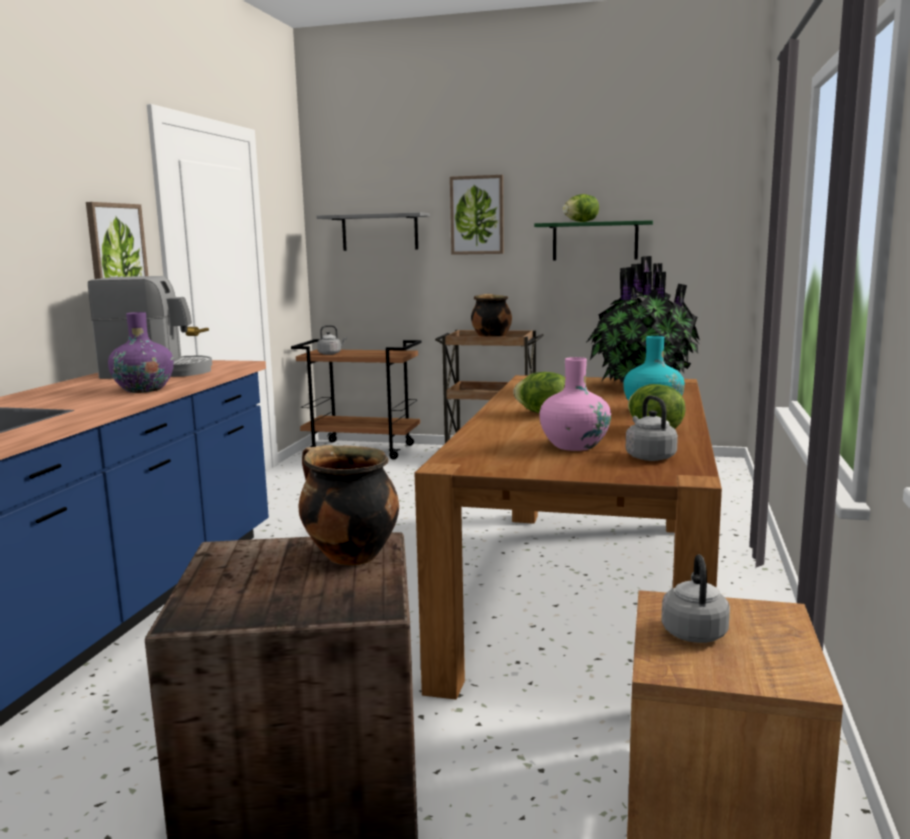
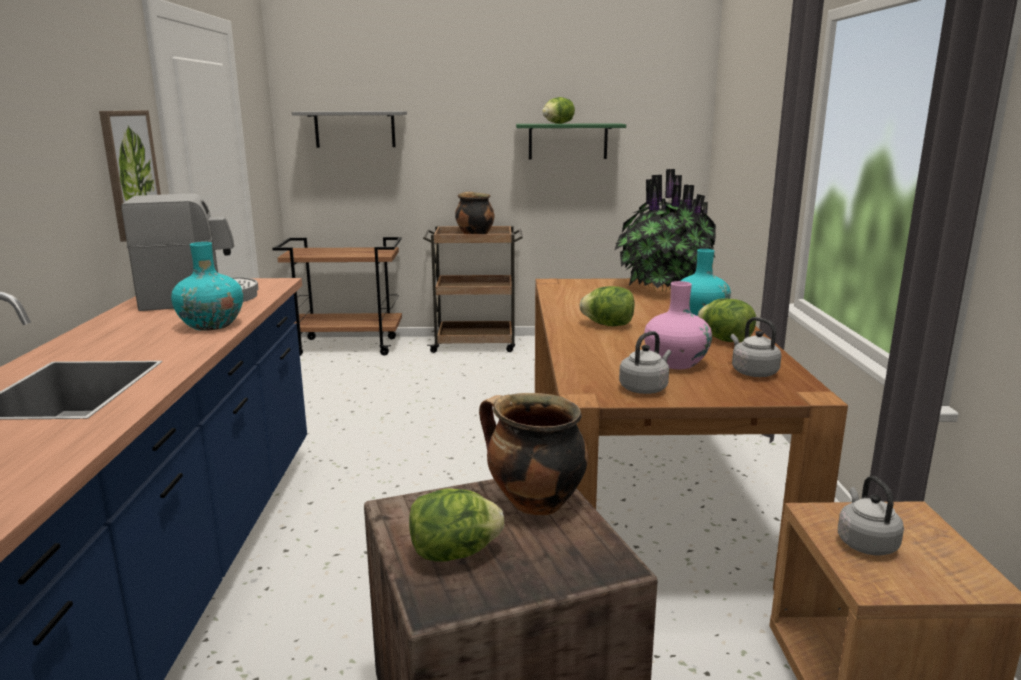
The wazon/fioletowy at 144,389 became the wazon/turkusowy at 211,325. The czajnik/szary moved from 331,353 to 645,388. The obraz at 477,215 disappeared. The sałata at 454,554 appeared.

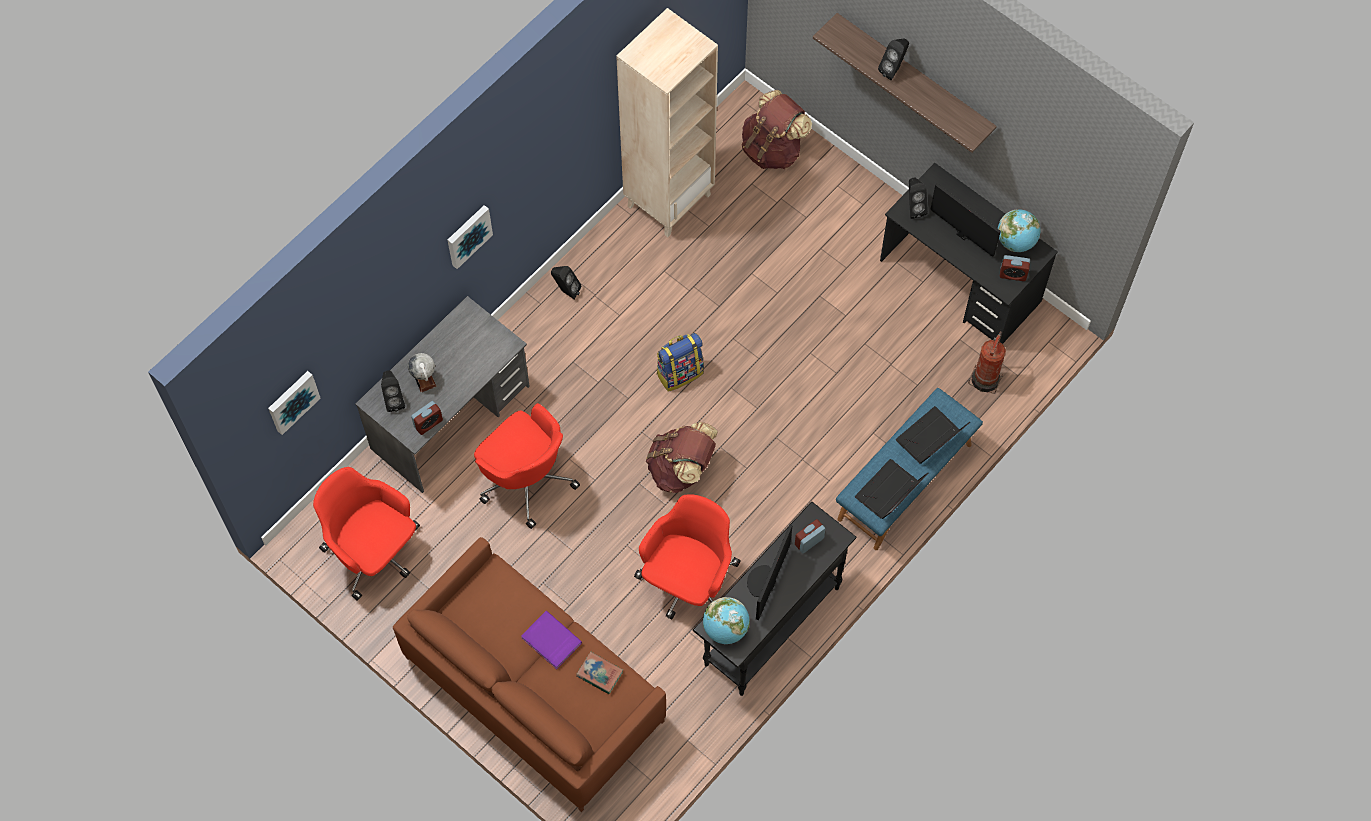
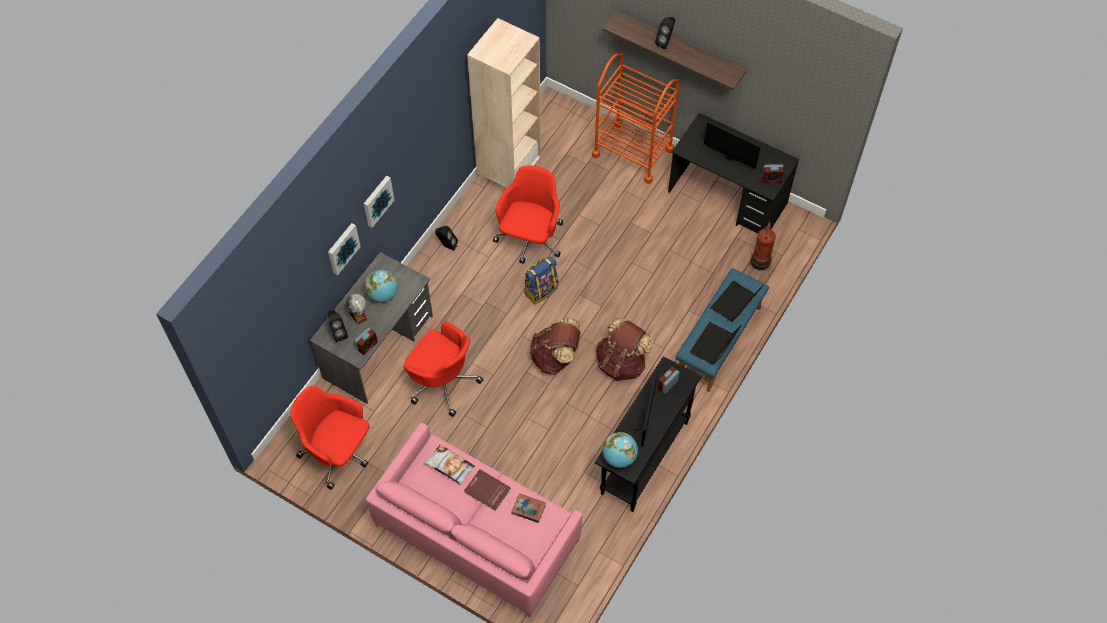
The obraz moved from 292,401 to 342,248. The kanapa/brązowy at 534,688 became the kanapa/różowy at 477,532. The książka/fioletowy at 550,641 became the książka/czerwony at 487,491. The krzesło biurowe/czerwony moved from 688,581 to 530,239. The plecak/brązowy moved from 773,149 to 621,363. The głośnik/czarny at 913,208 disappeared. The globus moved from 1016,241 to 383,294. The poduszka at 449,466 appeared. The wózek/pomarańczowy at 632,152 appeared.

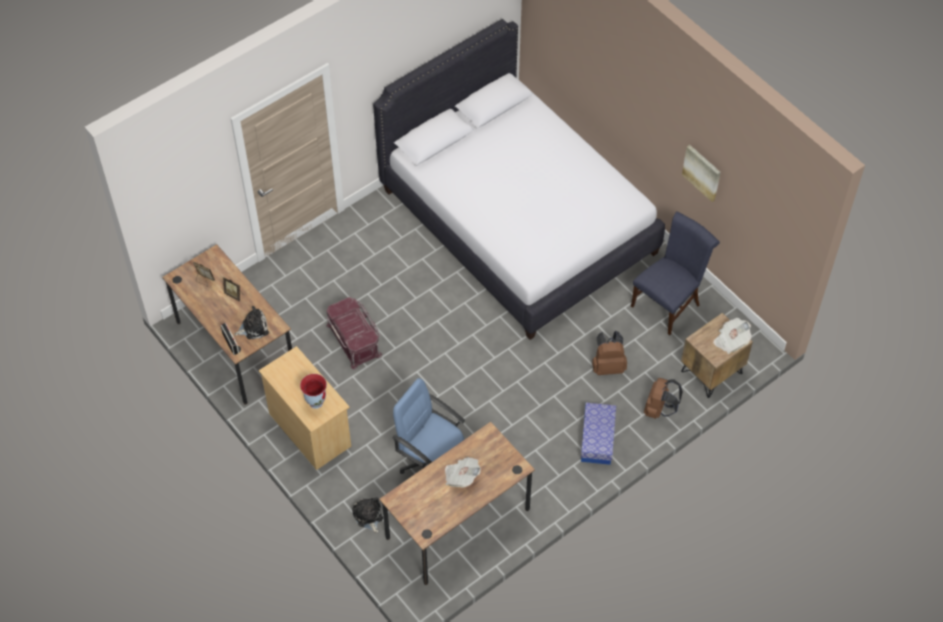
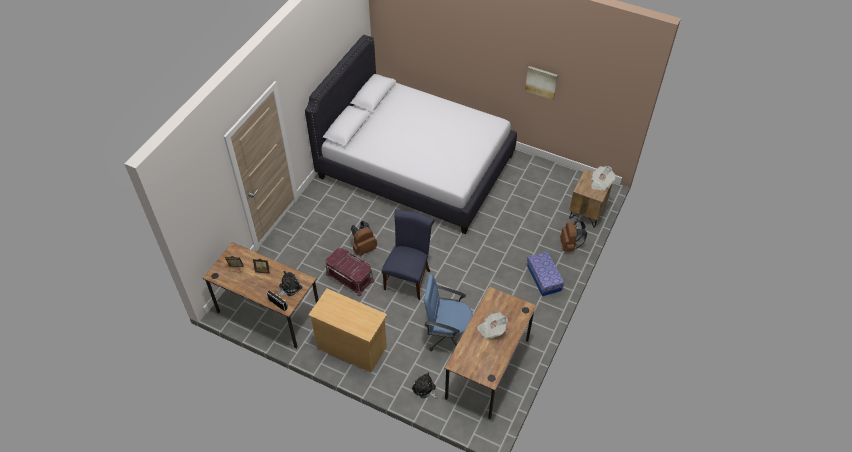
The wazon at 316,402 disappeared. The plecak/brązowy moved from 608,366 to 364,248. The krzesło/niebieski moved from 668,303 to 408,277.

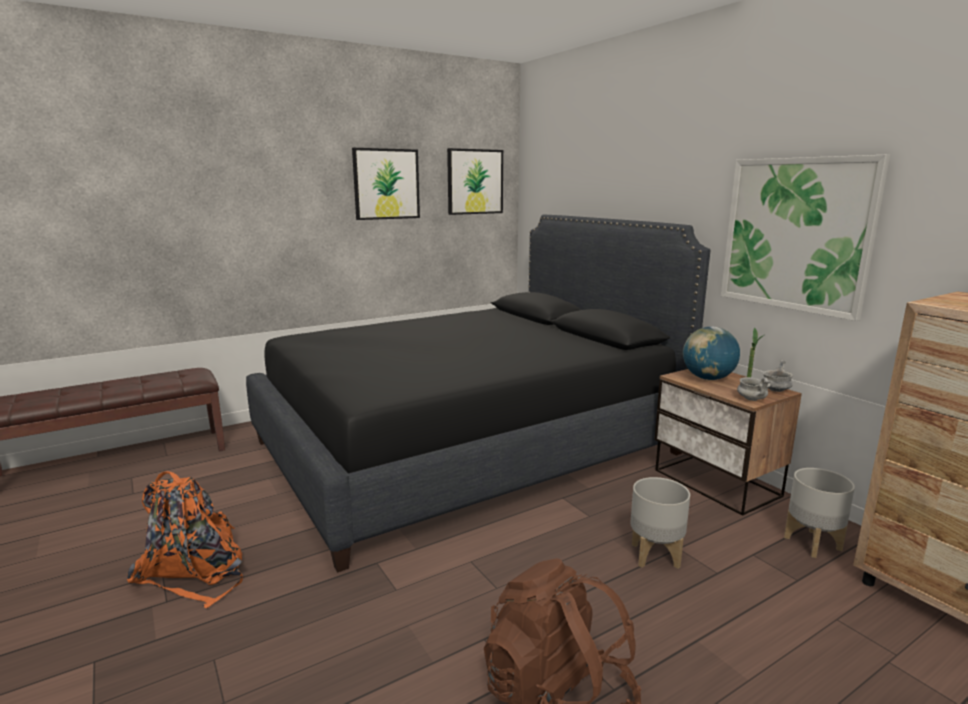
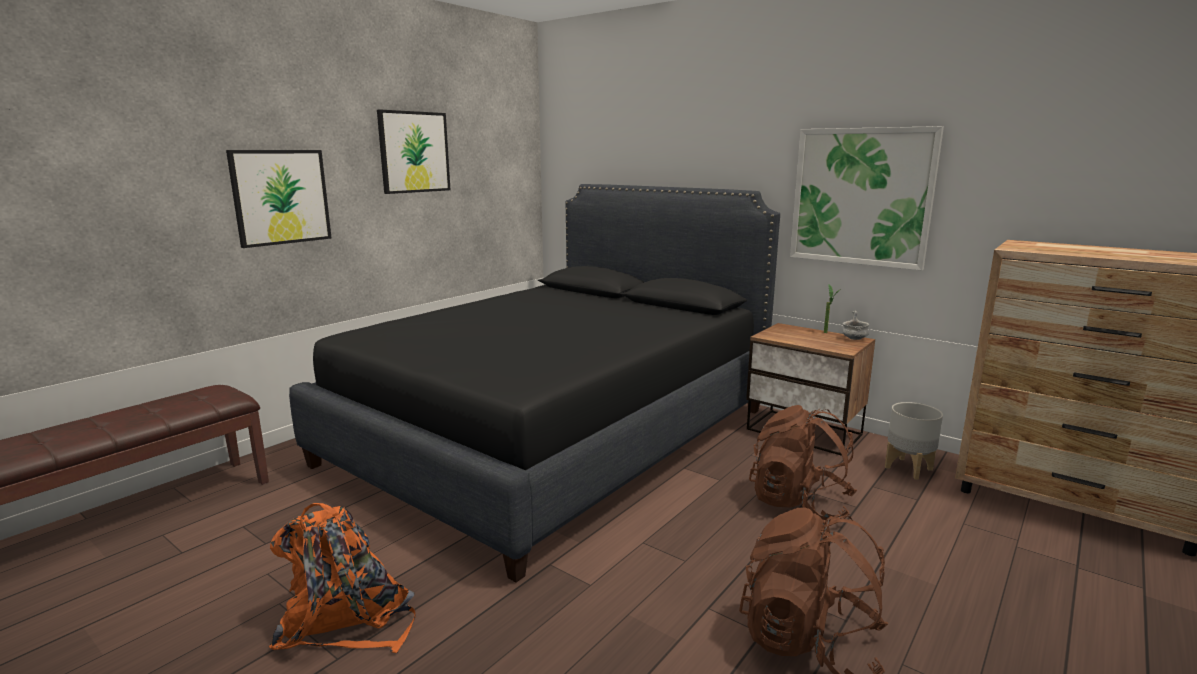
The obraz moved from 475,182 to 281,197. The donica/szary at 655,556 was replaced by the plecak/brązowy at 799,503. The globus at 708,378 disappeared. The miska/szary at 752,399 disappeared.

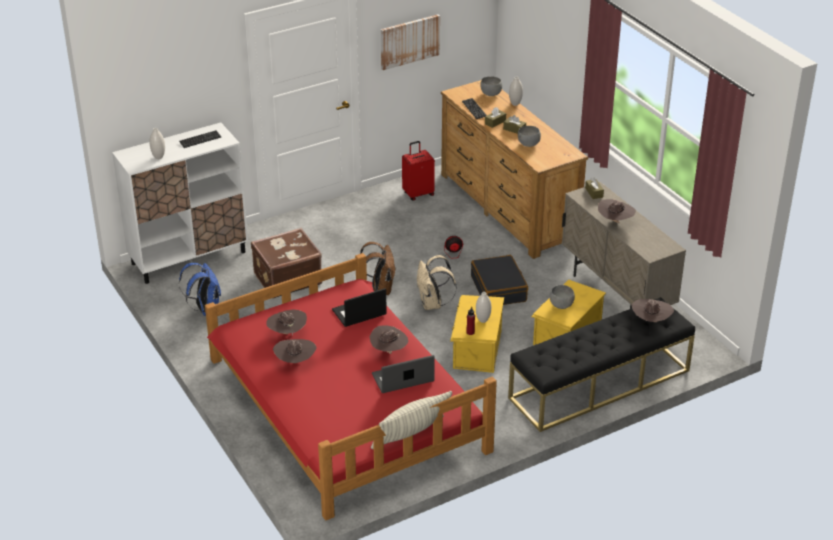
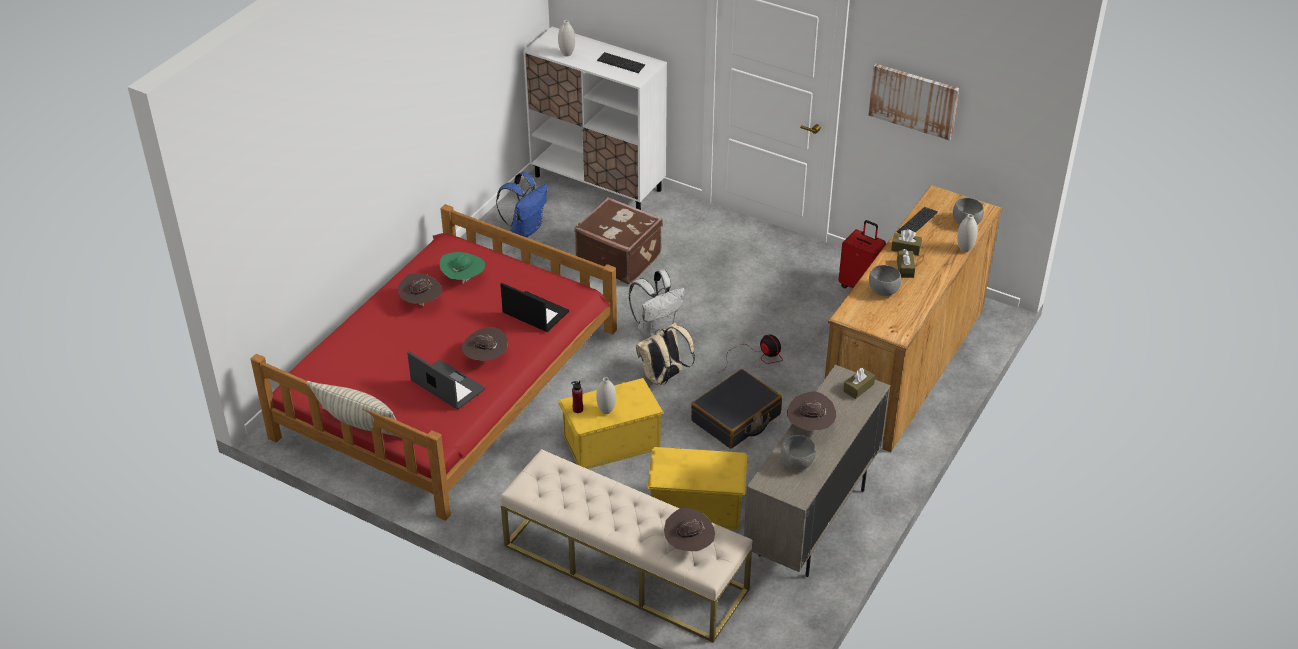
The kapelusz/brązowy at 287,333 became the kapelusz/zielony at 463,279. The plecak/brązowy at 380,289 became the plecak/biały at 656,329. The ławka/czarny at 599,384 became the ławka/beżowy at 624,567. The miska/szary moved from 561,305 to 797,463.

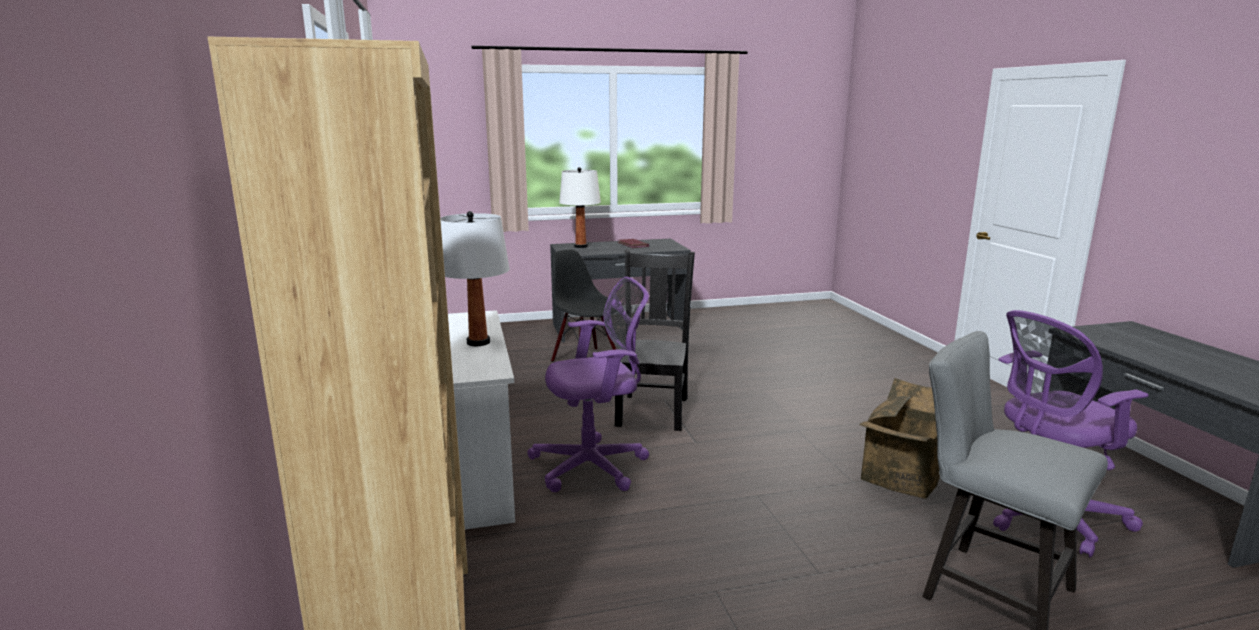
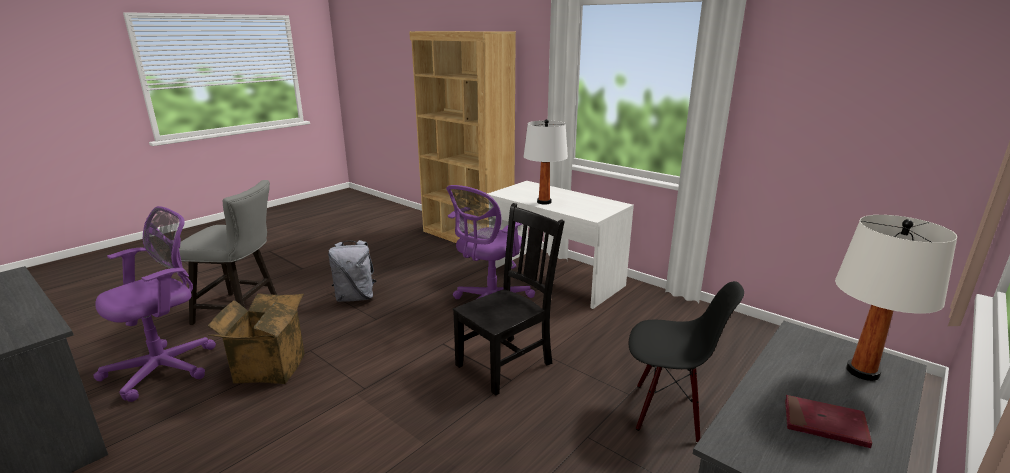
The krzesło/czarny at 653,410 turned 105 degrees counterclockwise. The plecak/szary at 355,297 appeared.

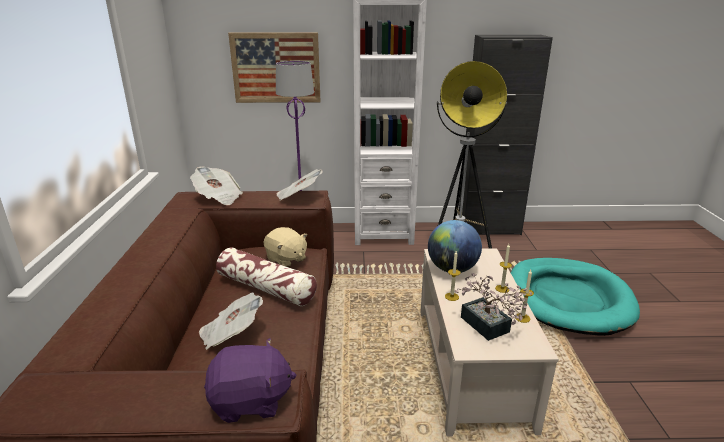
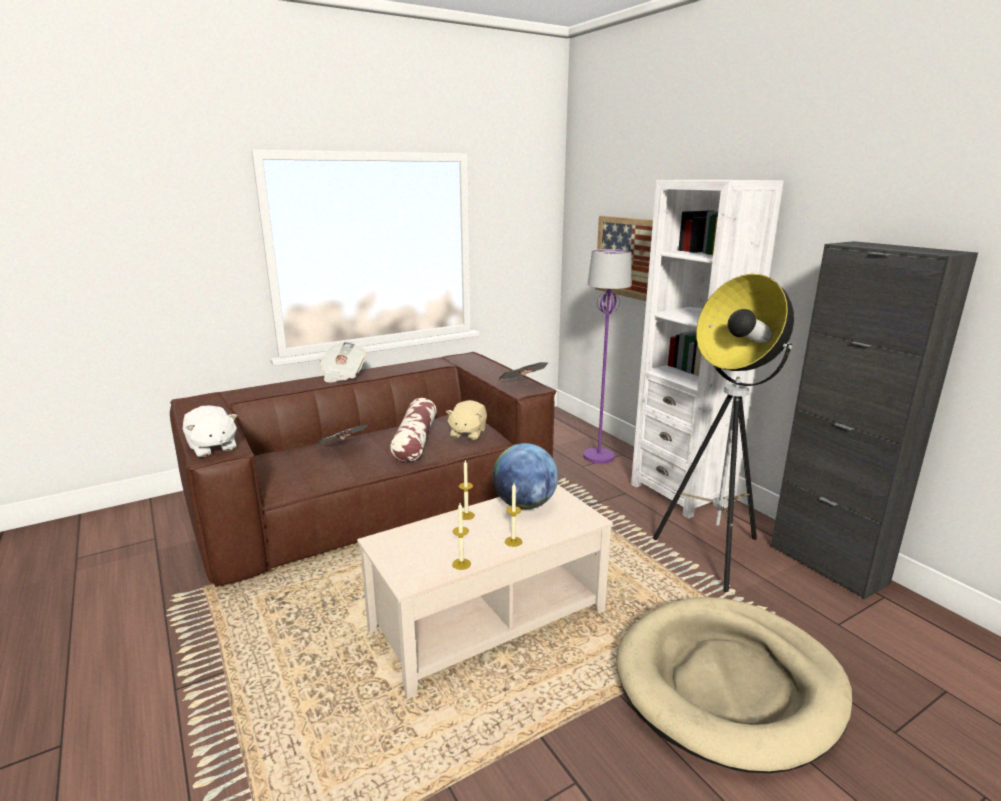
The gazeta moved from 218,197 to 342,375. The pluszak/fioletowy at 251,401 became the pluszak/biały at 212,448. The roślina doniczkowa at 488,328 disappeared. The legowisko/turkusowy at 568,299 became the legowisko/beżowy at 728,683.

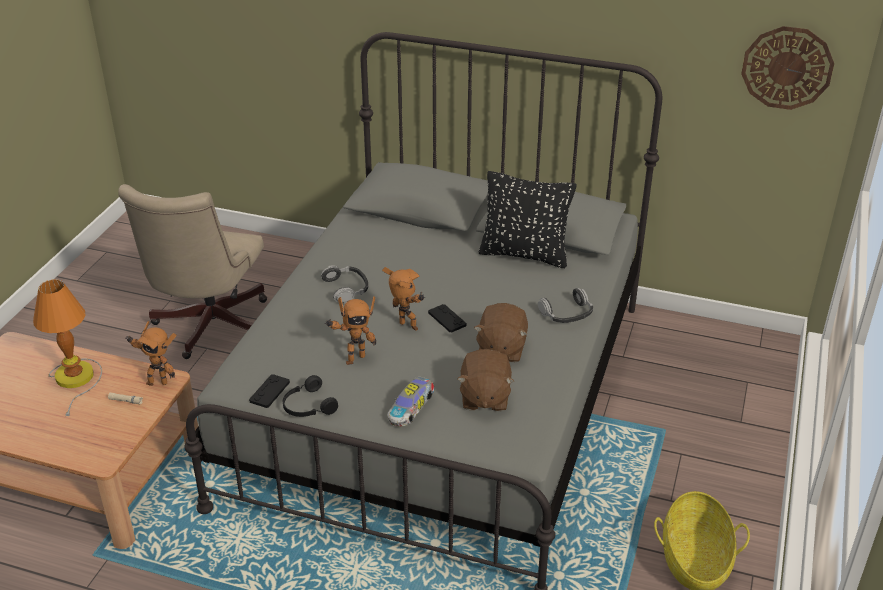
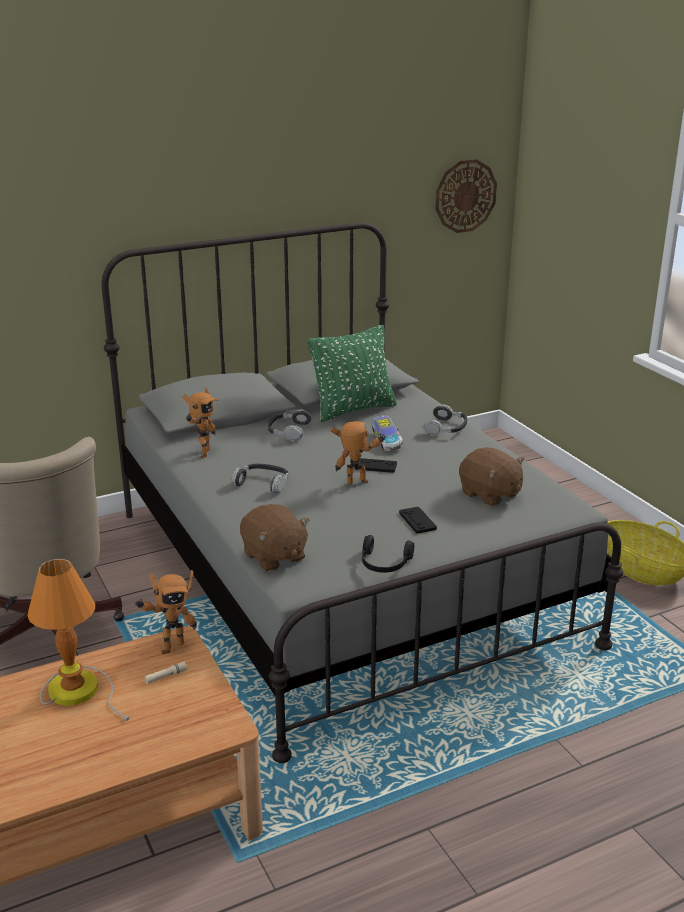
The pad do gier/czarny moved from 269,392 to 417,521. The robot zabawkowy moved from 353,358 to 202,453. The samochodzik moved from 411,409 to 386,441. The pluszak/brązowy moved from 501,349 to 274,557. The poduszka/czarny at 524,254 became the poduszka/zielony at 353,409. The słuchawki at 288,431 appeared.

